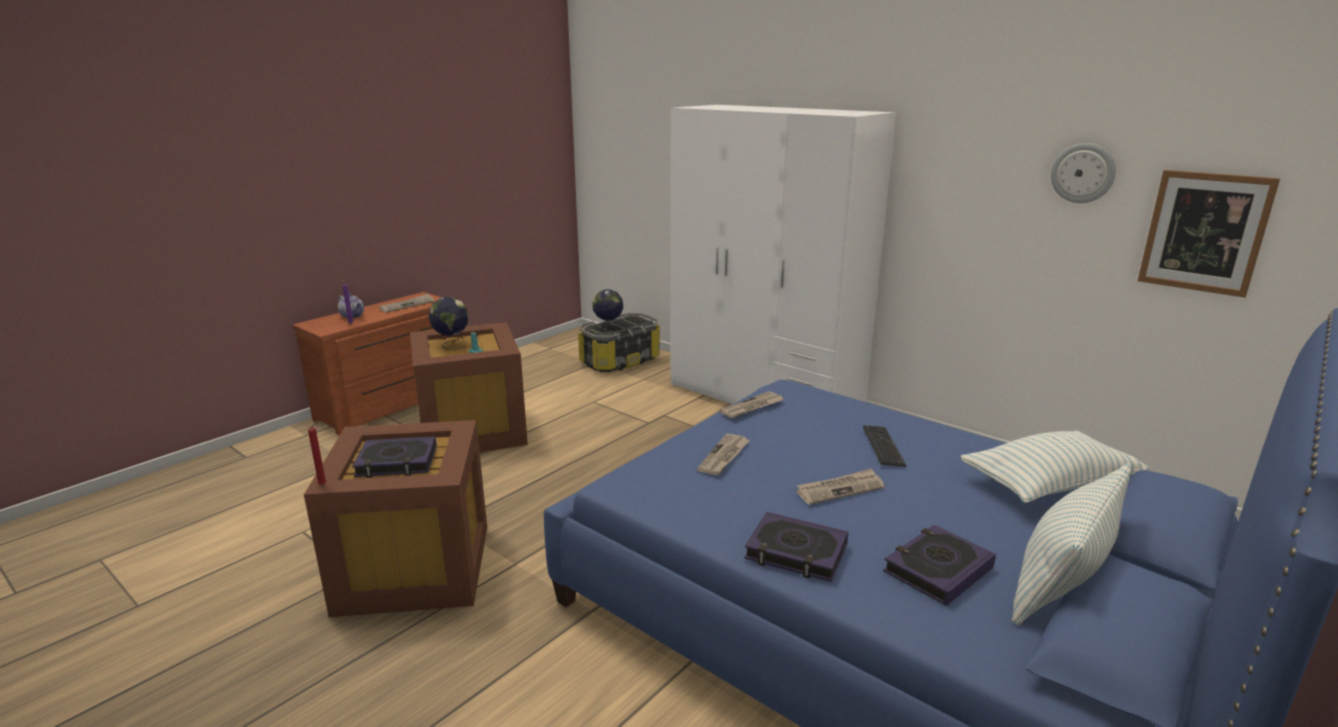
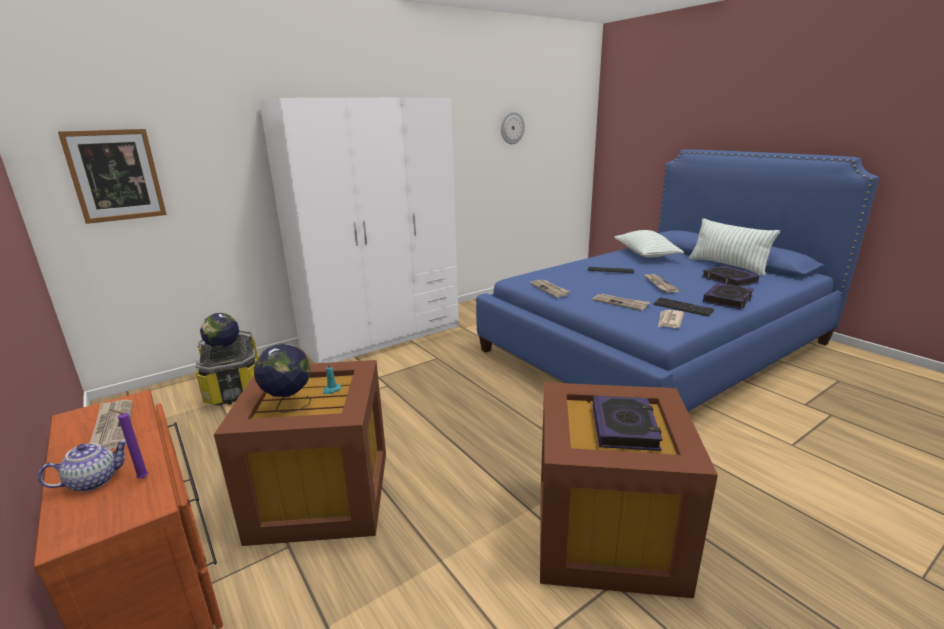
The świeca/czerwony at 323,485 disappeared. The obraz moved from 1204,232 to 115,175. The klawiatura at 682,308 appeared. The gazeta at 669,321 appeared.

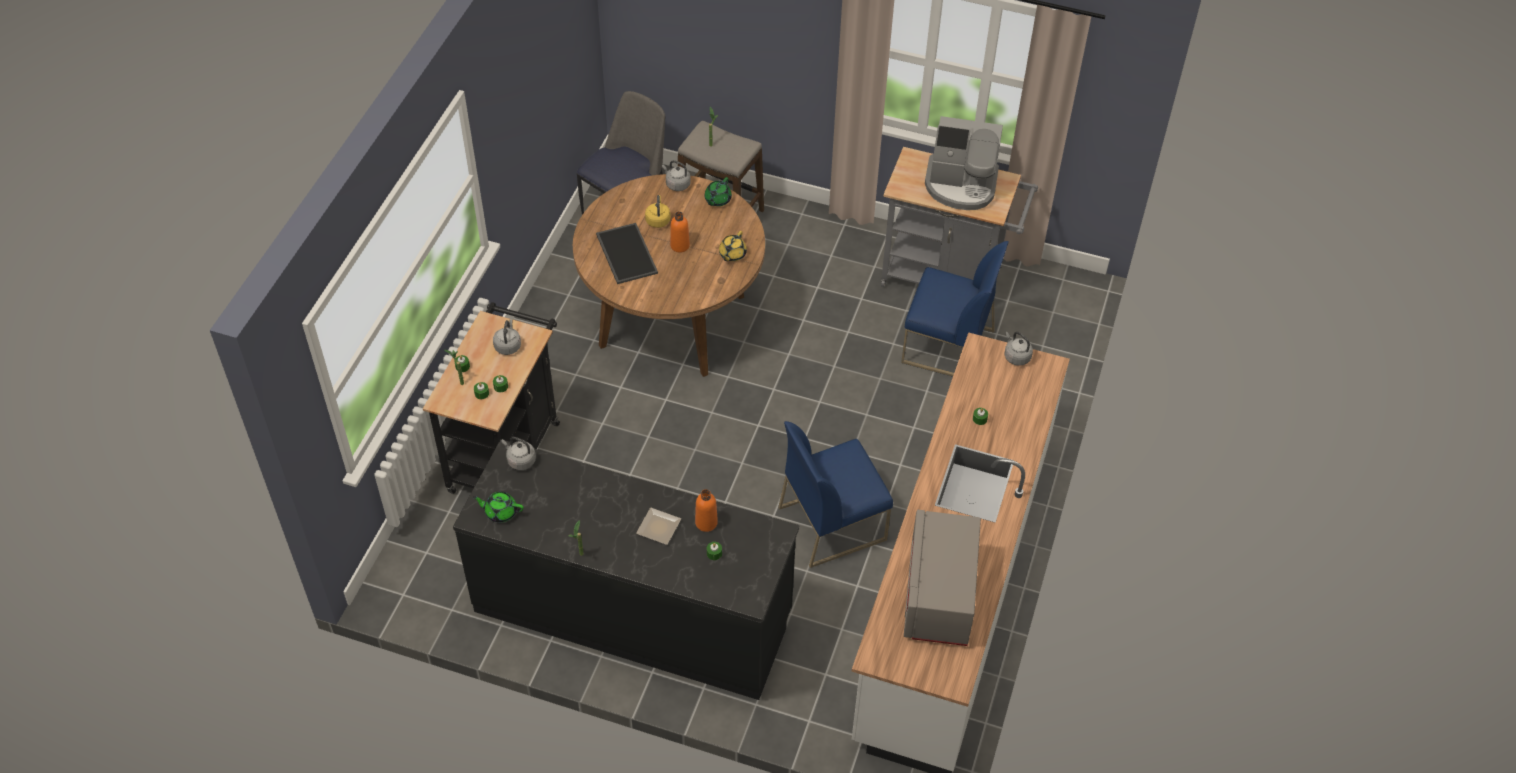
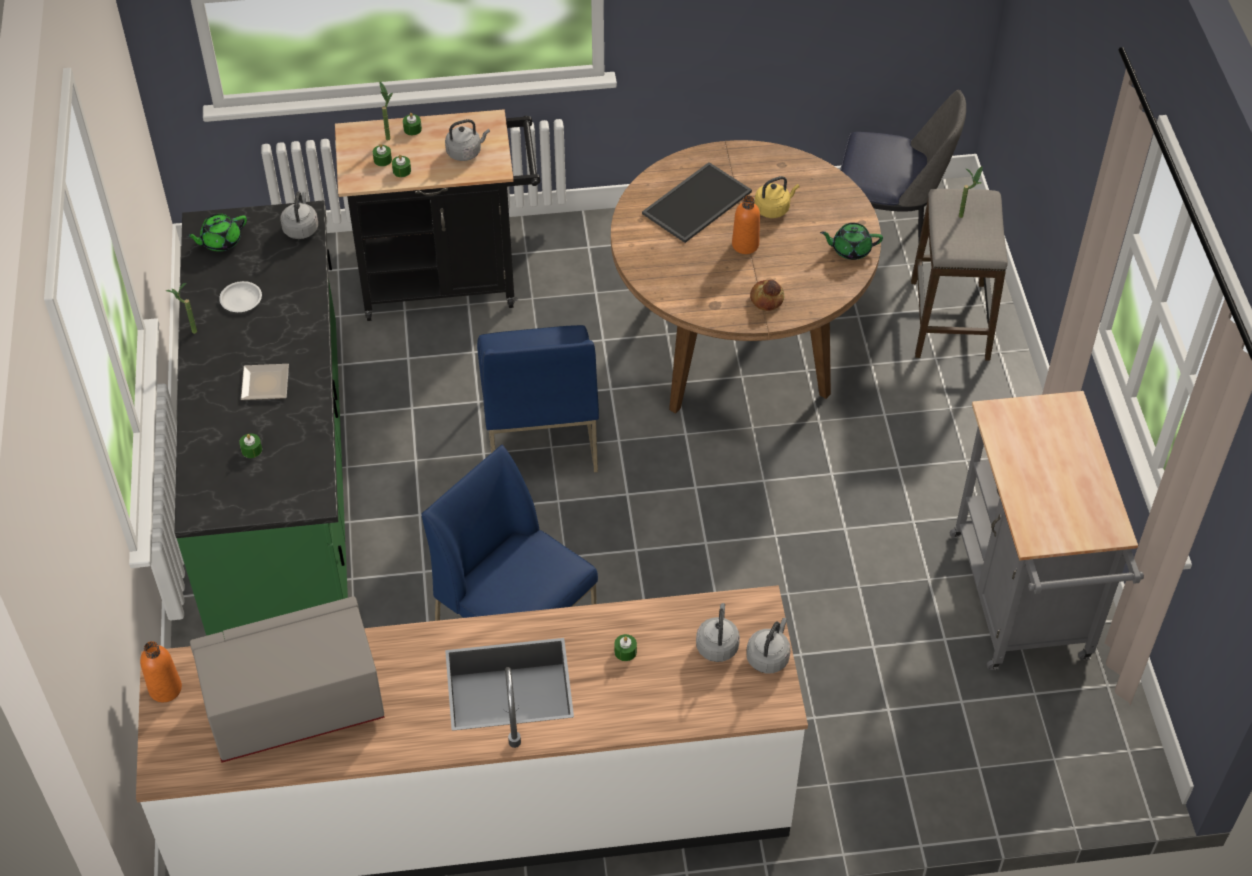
The zabudowa kuchenna/czarny at 633,611 became the zabudowa kuchenna/zielony at 283,484. The imbryk/zielony at 500,512 turned 105 degrees counterclockwise. The czajnik/szary moved from 676,184 to 717,645. The butelka/pomarańczowy moved from 706,523 to 165,688. The imbryk/żółty at 732,254 was replaced by the chleb at 766,299. The krzesło/niebieski moved from 947,347 to 539,433. The ekspres do kawy at 961,185 disappeared. The talerz/biały at 241,299 appeared.

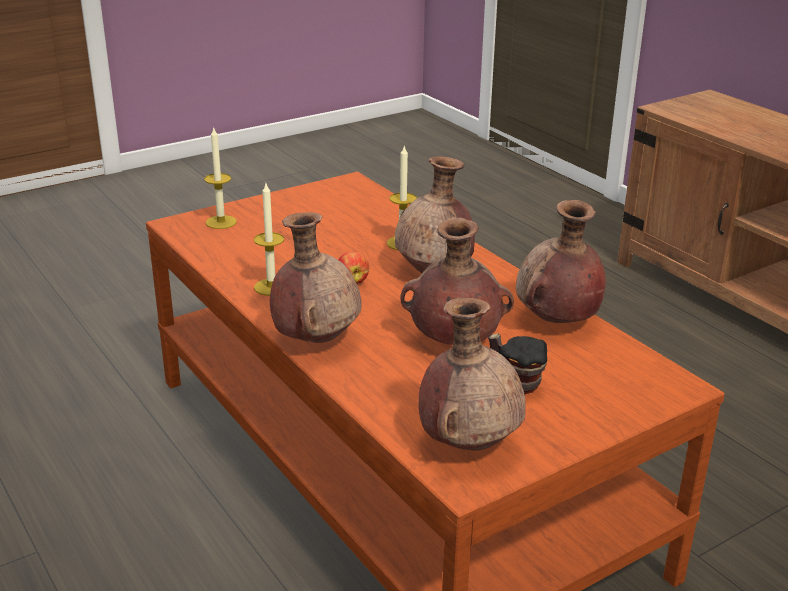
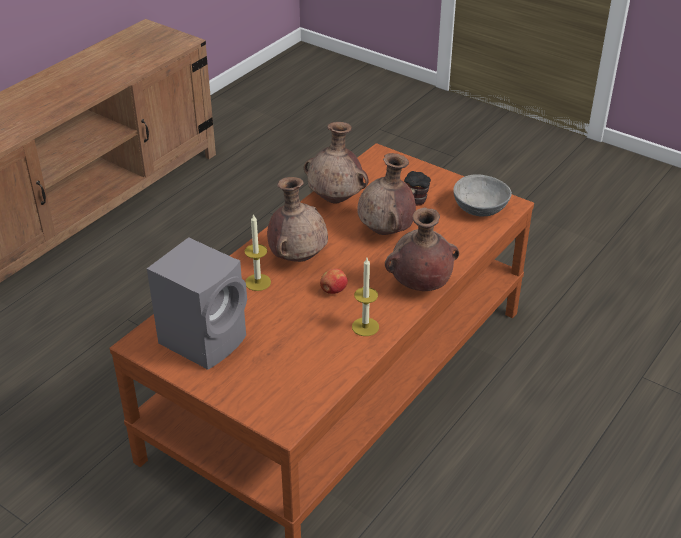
The świeca at 221,222 disappeared. The wazon/brązowy at 469,442 was replaced by the miska/szary at 479,208. The głośnik/szary at 205,339 appeared.

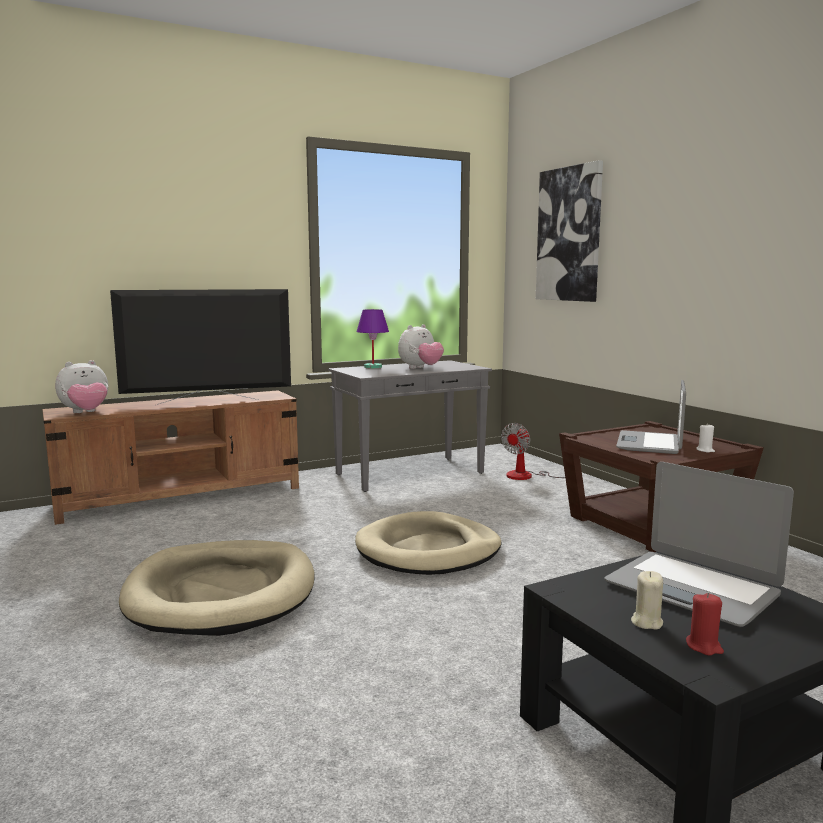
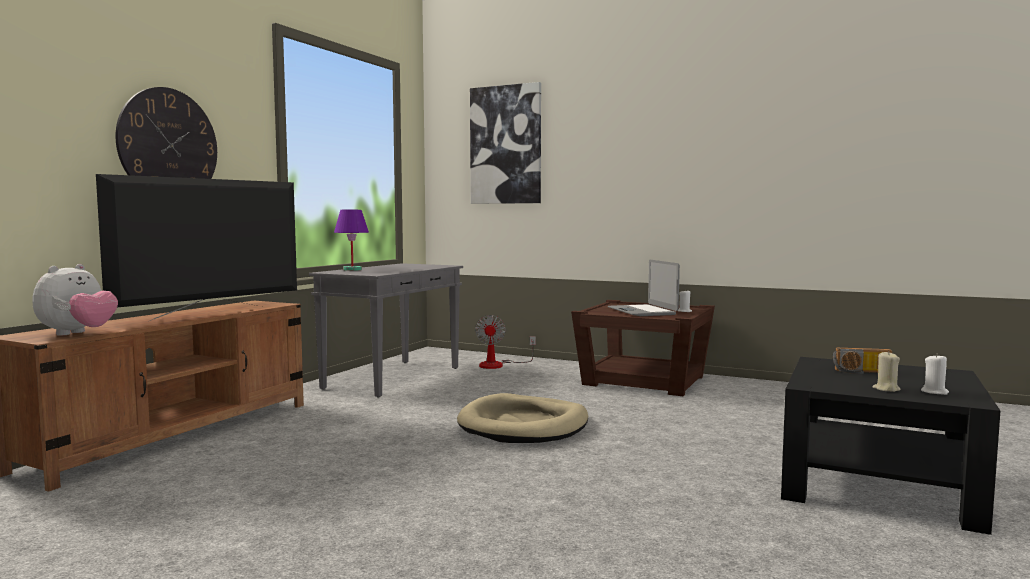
The legowisko/beżowy at 222,593 disappeared. The pluszak at 420,368 disappeared. The laptop at 692,588 was replaced by the radio at 862,372. The świeca/czerwony at 704,646 became the świeca/biały at 934,392. The zegar ścienny at 168,145 appeared.

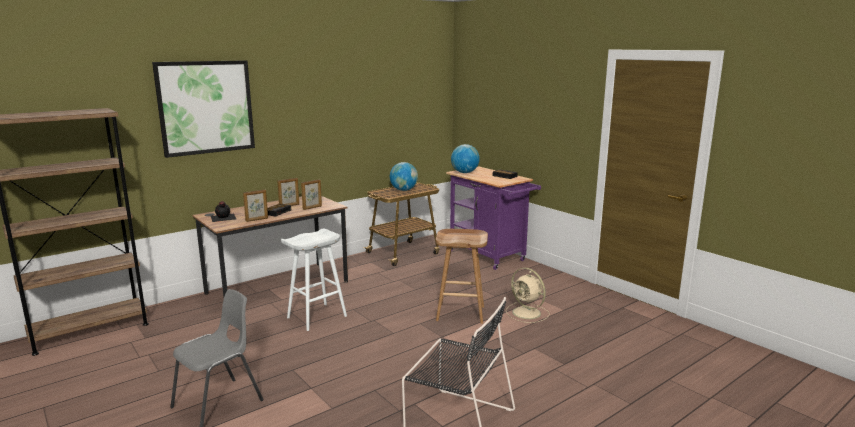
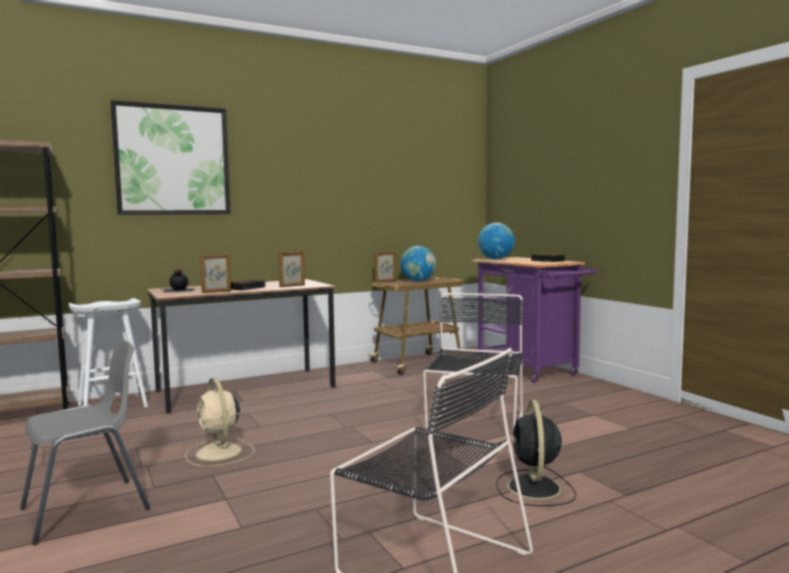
The ramka na zdjęcie moved from 289,205 to 385,281. The stołek/biały moved from 316,317 to 111,406. The stołek/brązowy at 461,313 was replaced by the krzesło/czarny at 475,425. The wentylator/beżowy moved from 527,313 to 219,453. The wentylator/czarny at 534,489 appeared.

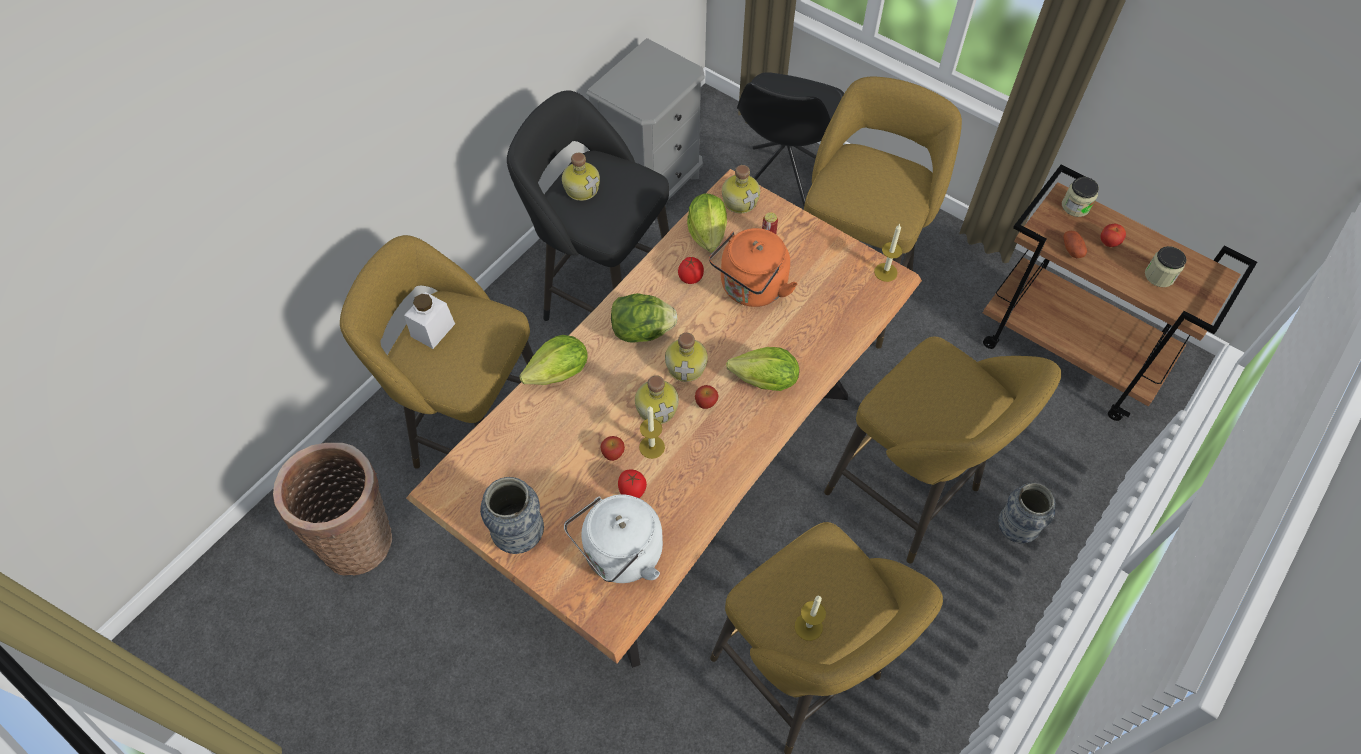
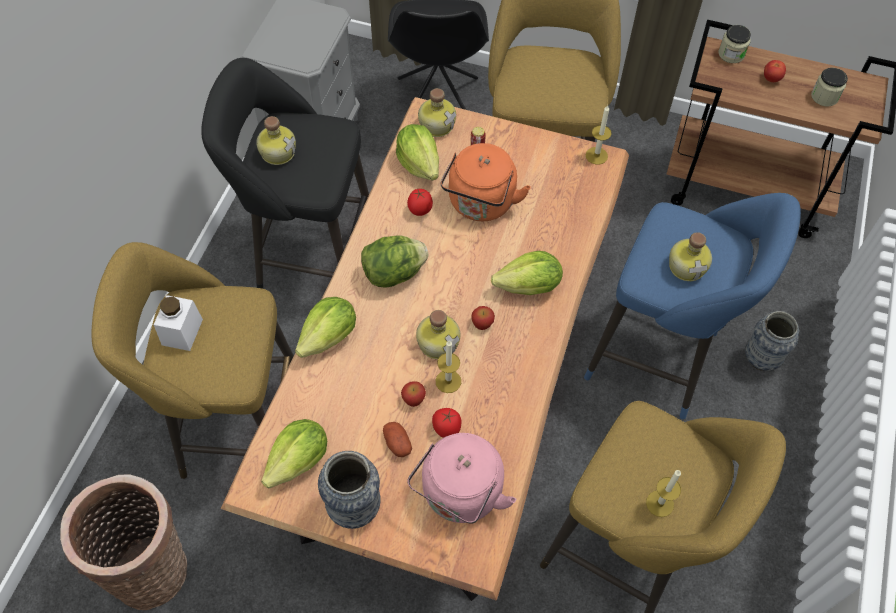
The czajnik/biały at 620,555 became the czajnik/różowy at 460,495. The butelka moved from 687,366 to 687,266. The stołek/żółty at 909,496 became the stołek/niebieski at 659,358. The ziemniak moved from 1072,249 to 397,443. The sałata at 299,461 appeared.

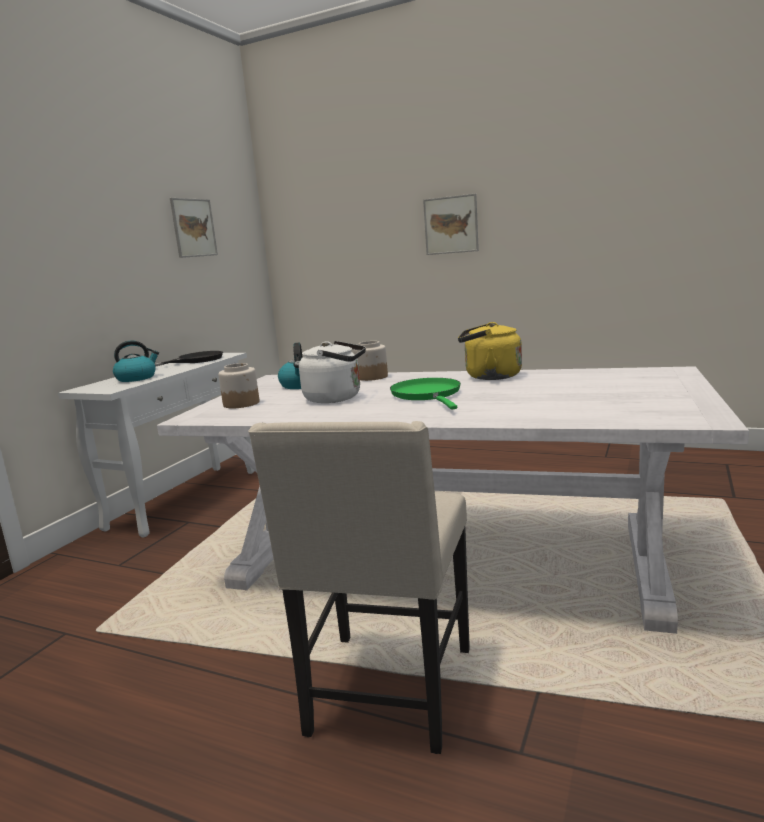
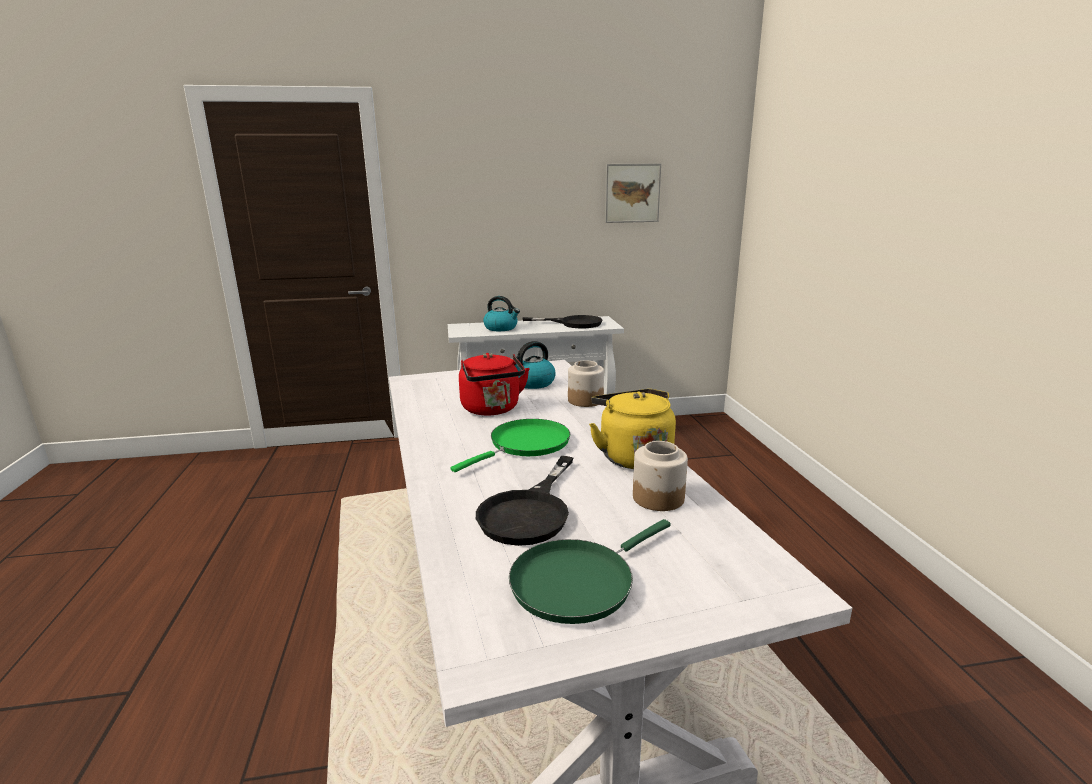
The słoik moved from 241,403 to 659,498. The krzesło/beżowy at 388,692 disappeared. The czajnik/biały at 336,398 became the czajnik/czerwony at 492,409. The obraz at 451,225 disappeared. The patelnia/czarny at 530,511 appeared. The patelnia/zielony at 578,582 appeared.

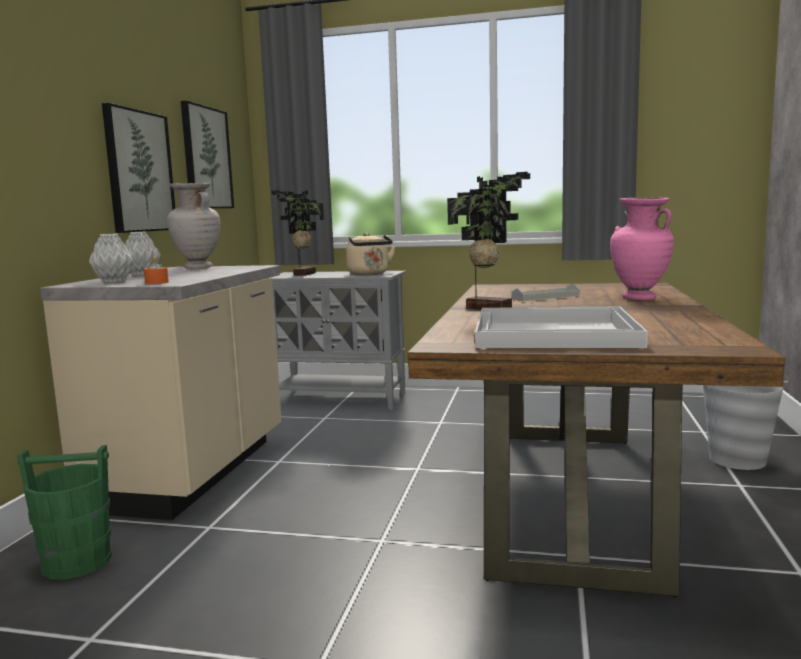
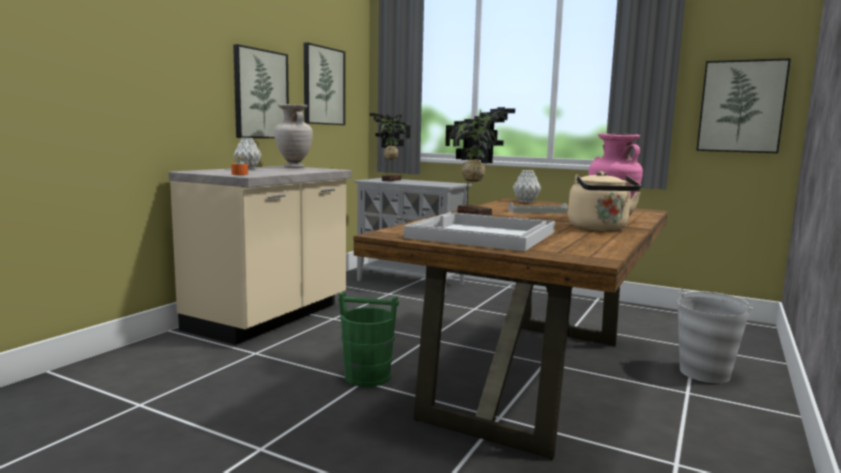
The wiadro/zielony moved from 76,562 to 367,377. The wazon/szary moved from 114,281 to 526,202. The czajnik/beżowy moved from 369,274 to 599,229. The obraz at 741,106 appeared.

